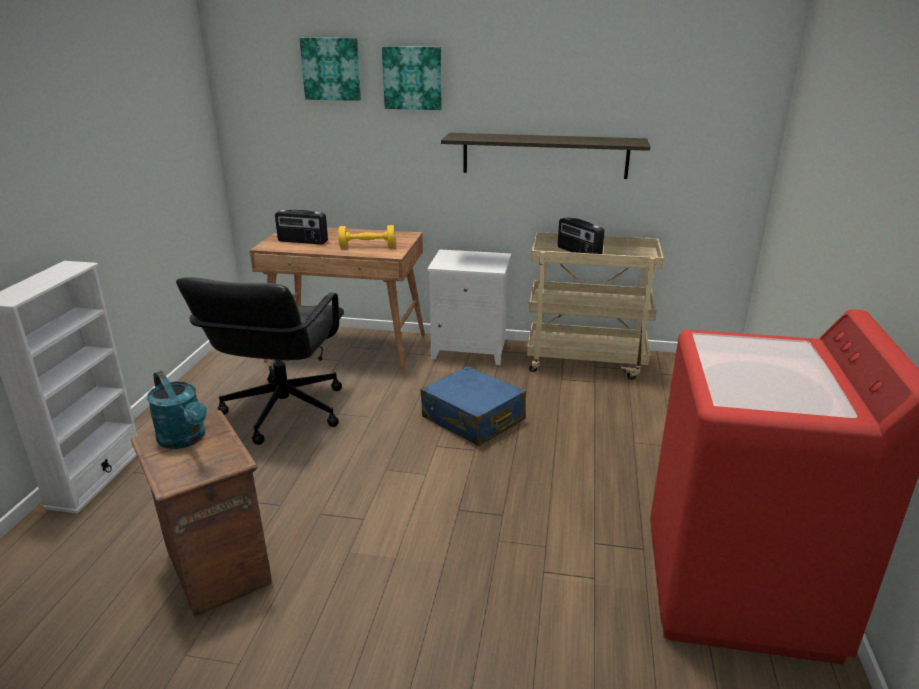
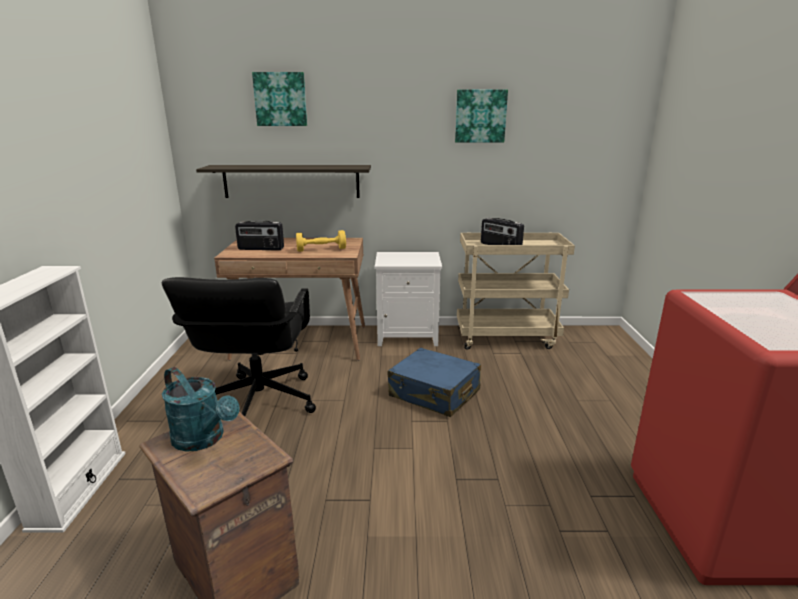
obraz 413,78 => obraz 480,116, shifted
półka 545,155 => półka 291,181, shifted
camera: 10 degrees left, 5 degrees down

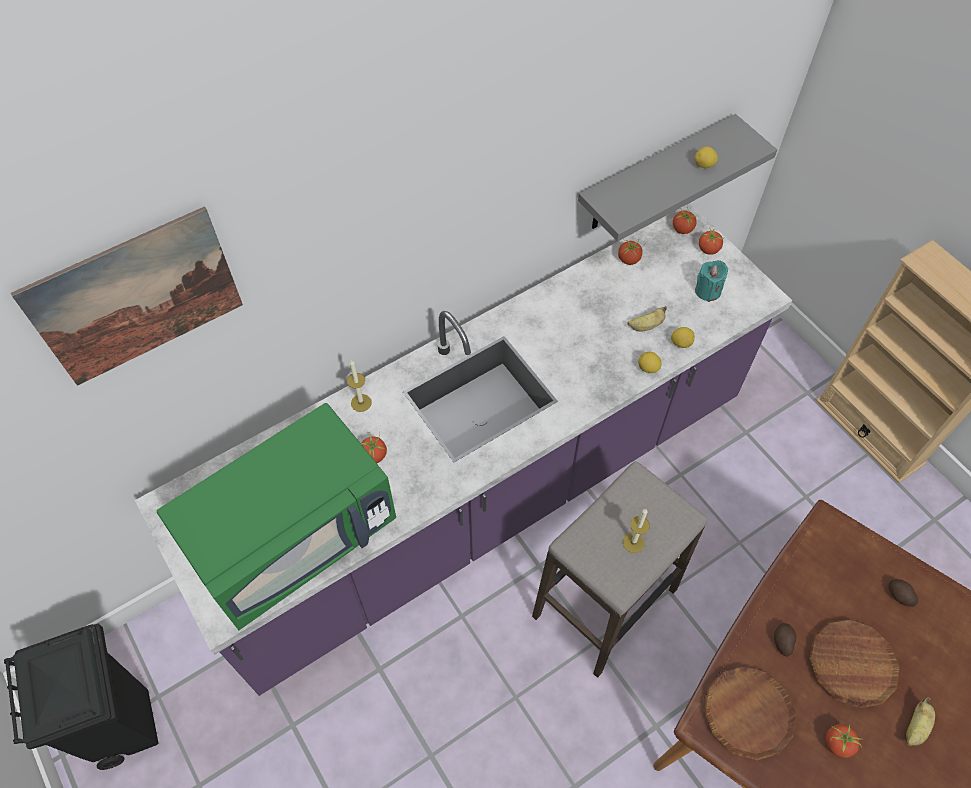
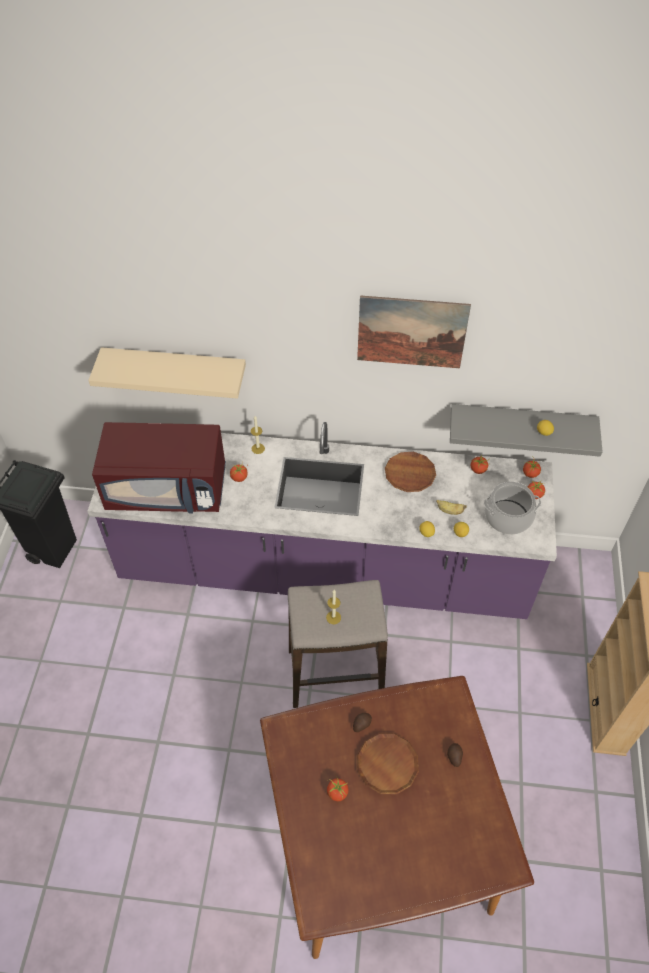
banan 915,727 => nothing
nothing => półka (beżowy) 175,369
obraz 137,298 => obraz 411,332, shifted
talerz (brązowy) 747,713 => talerz (brązowy) 410,474, shifted
świeca (turkusowy) 707,291 => garnek 508,516
mikrofalówka (zielony) 294,536 => mikrofalówka (czerwony) 168,488
camera: 40 degrees right, 5 degrees down

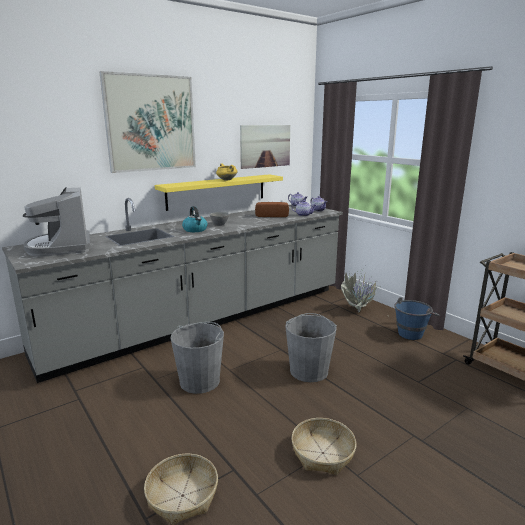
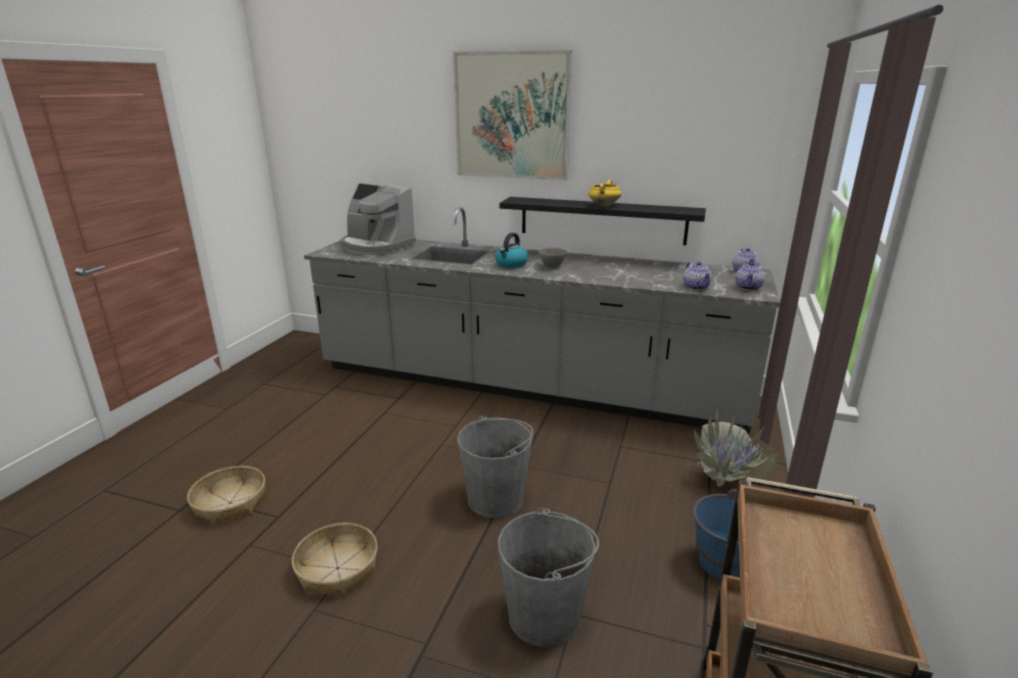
obraz 265,146 => nothing
chleb 272,215 => nothing
wiadro (szary) 200,381 => wiadro (szary) 544,616, shifted
półka (żółty) 217,191 => półka (czarny) 602,220
ekspres do kawy 61,247 => ekspres do kawy 376,246, 90 degrees counterclockwise
camera: 55 degrees right, 5 degrees up

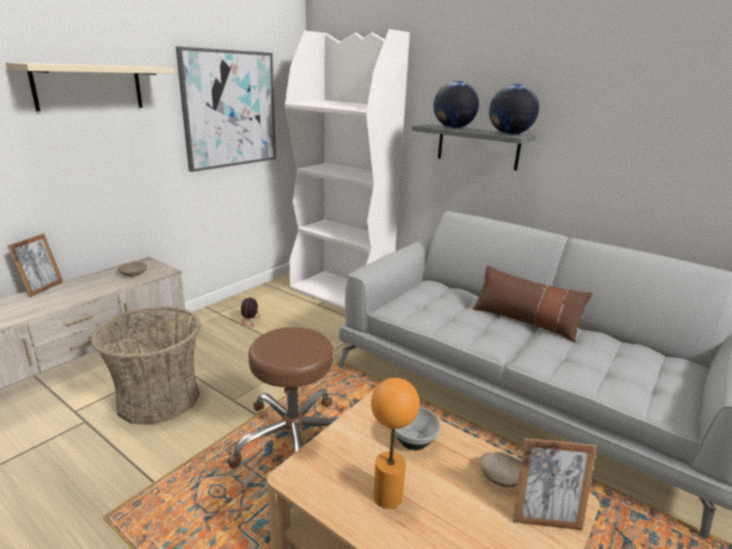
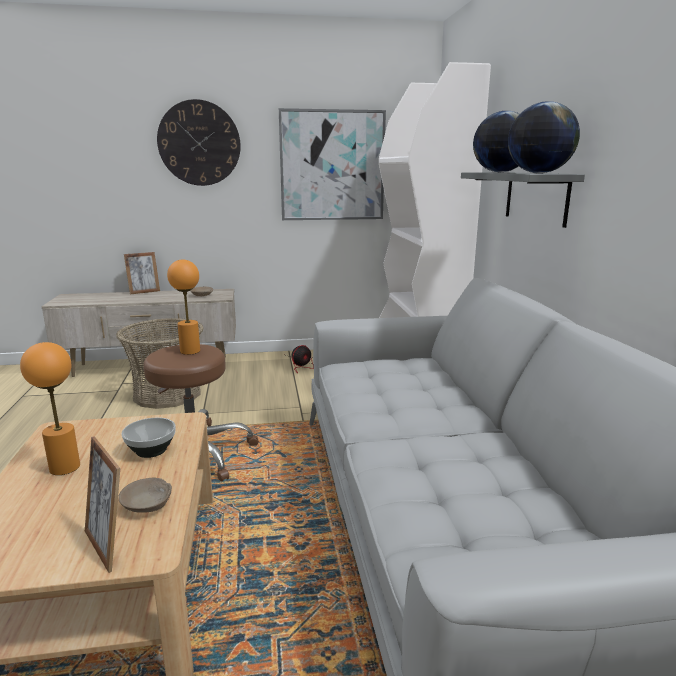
poduszka (brązowy) 525,321 => nothing
nothing => lampa stołowa (pomarańczowy) 190,351
półka (beżowy) 89,87 => zegar ścienny 199,143
camera: 45 degrees right, 5 degrees down

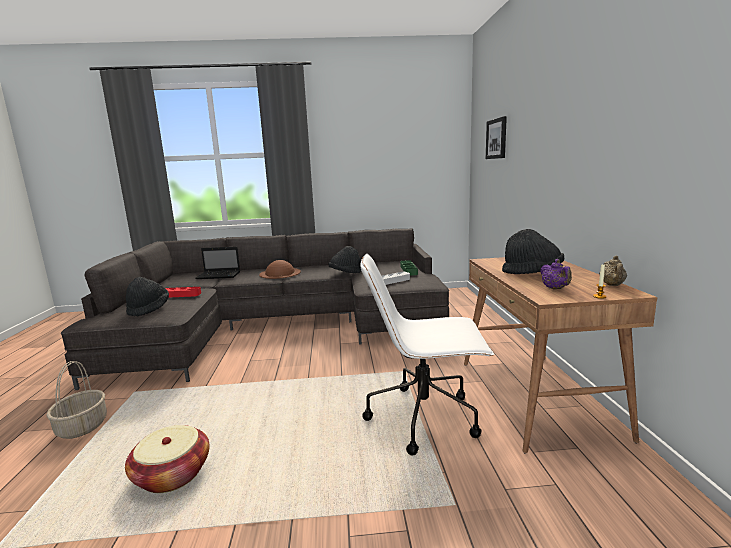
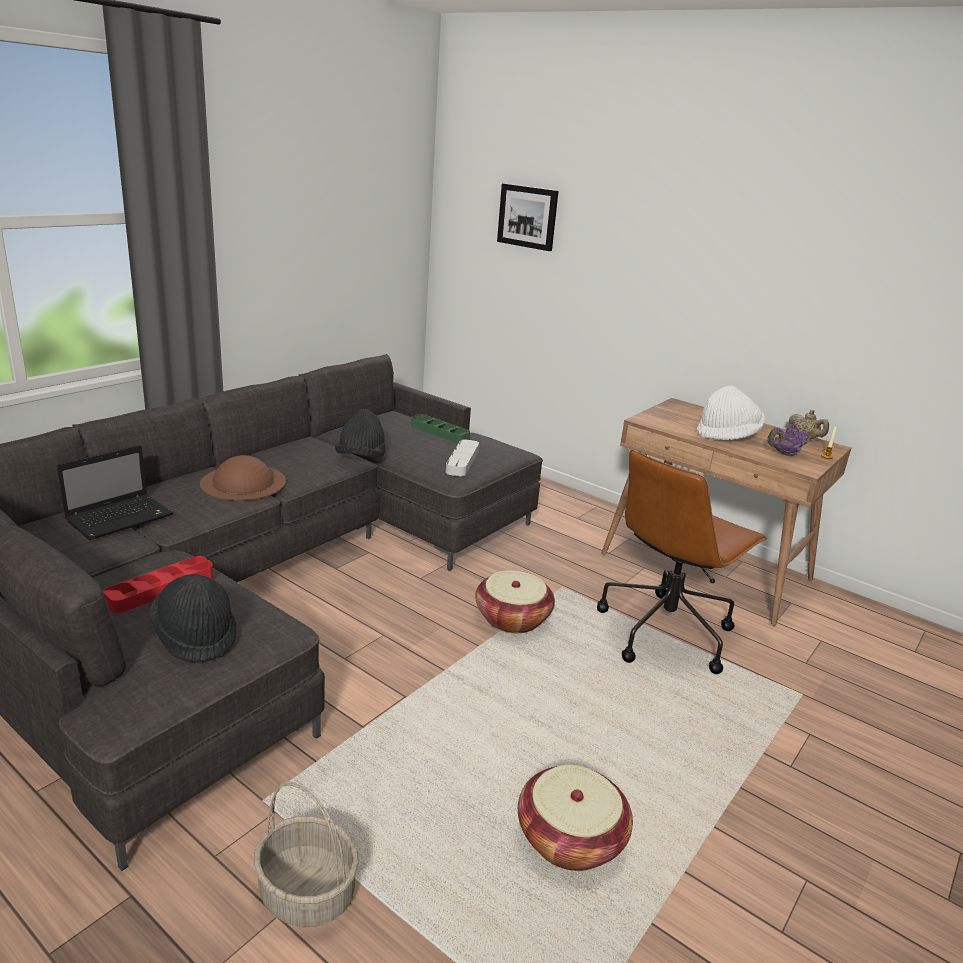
nothing => koszyk 512,618
krzesło biurowe (biały) 425,417 => krzesło biurowe (brązowy) 666,631
kapelusz (czarny) 532,274 => kapelusz (biały) 728,435
imbryk (fioletowy) 555,289 => imbryk (fioletowy) 785,454, 135 degrees clockwise
camera: 50 degrees left, 10 degrees up

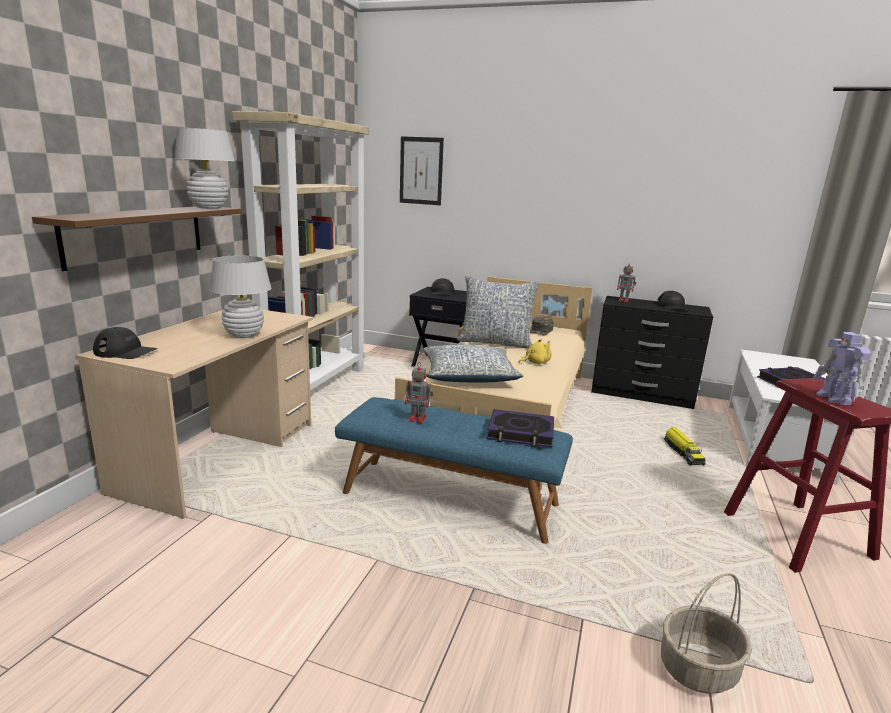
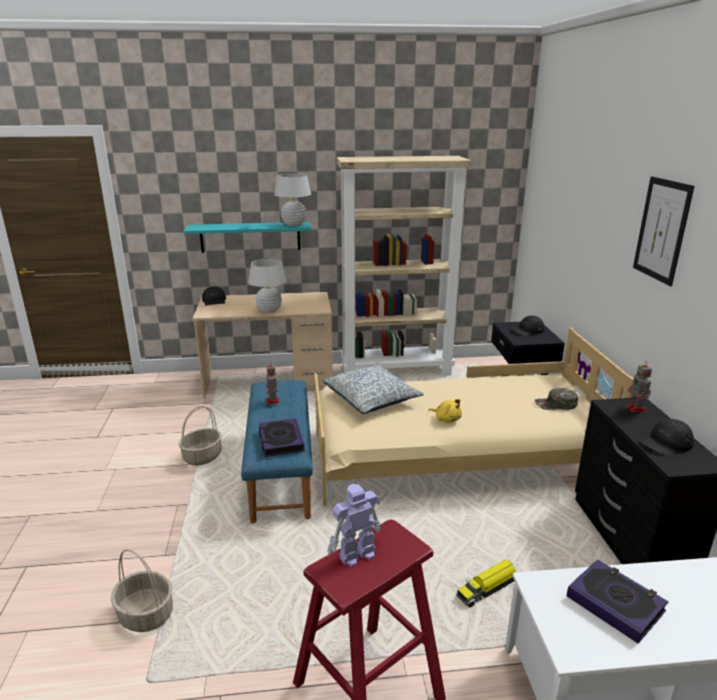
poduszka 495,342 => nothing
nothing => koszyk 202,456
obraz 421,171 => obraz 662,230, shifted
półka (brązowy) 136,234 => półka (turkusowy) 250,237
camera: 65 degrees right, 5 degrees up

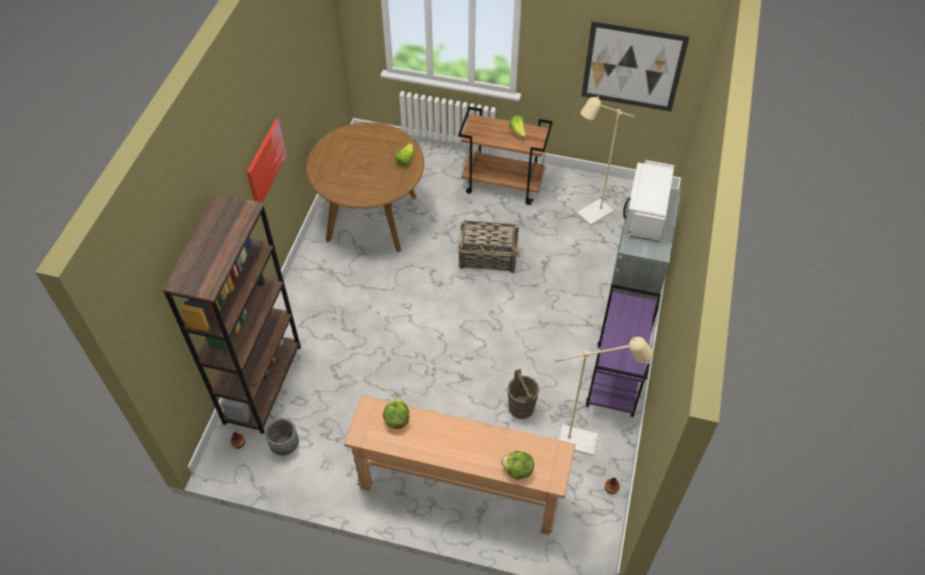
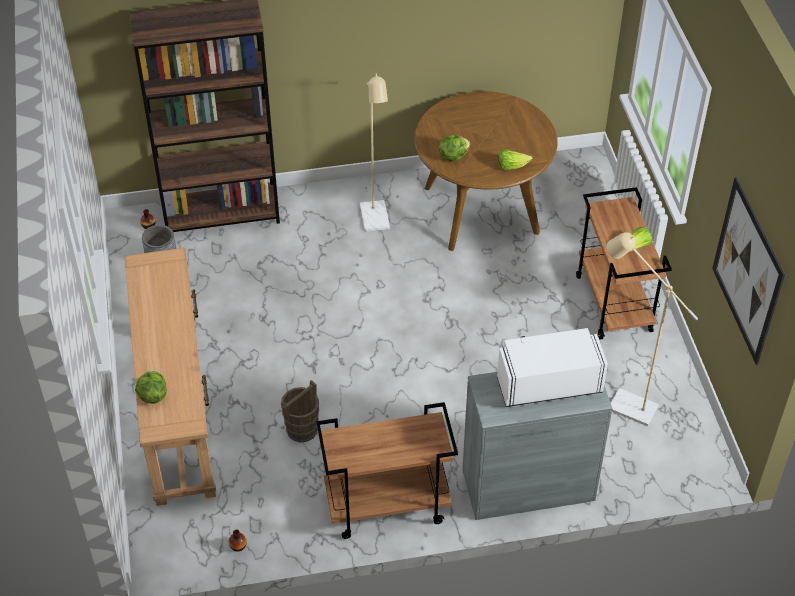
obraz 265,163 => nothing
koszyk 488,258 => nothing
sałata 397,419 => sałata 453,156, shifted
lampa stojąca (beżowy) 585,442 => lampa stojąca (beżowy) 376,222, shifted
wózek (fioletowy) 615,380 => wózek (brązowy) 386,507
camera: 65 degrees right, 5 degrees down

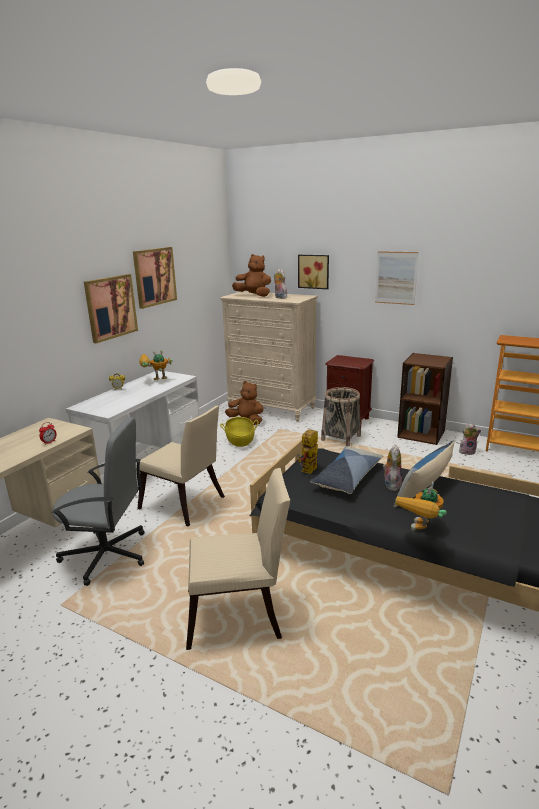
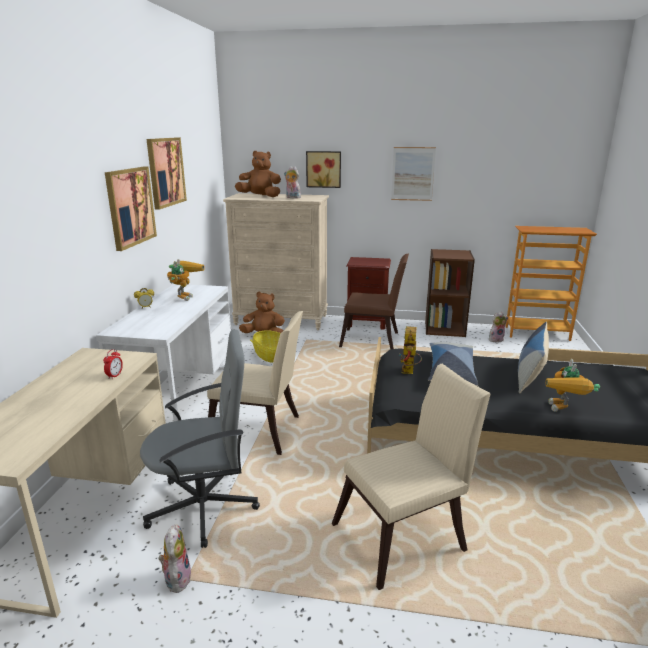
pluszak 391,484 => pluszak 176,578, shifted
koszyk 341,438 => krzesło (brązowy) 374,341
robot zabawkowy 155,382 => robot zabawkowy 184,296, 135 degrees clockwise
camera: 20 degrees left, 0 degrees up

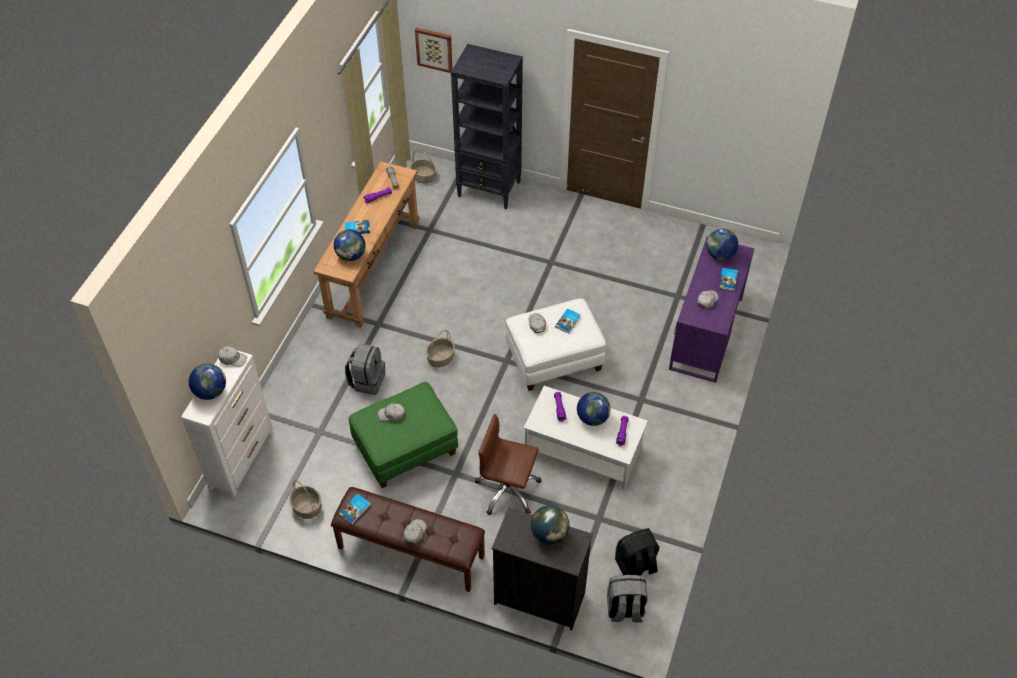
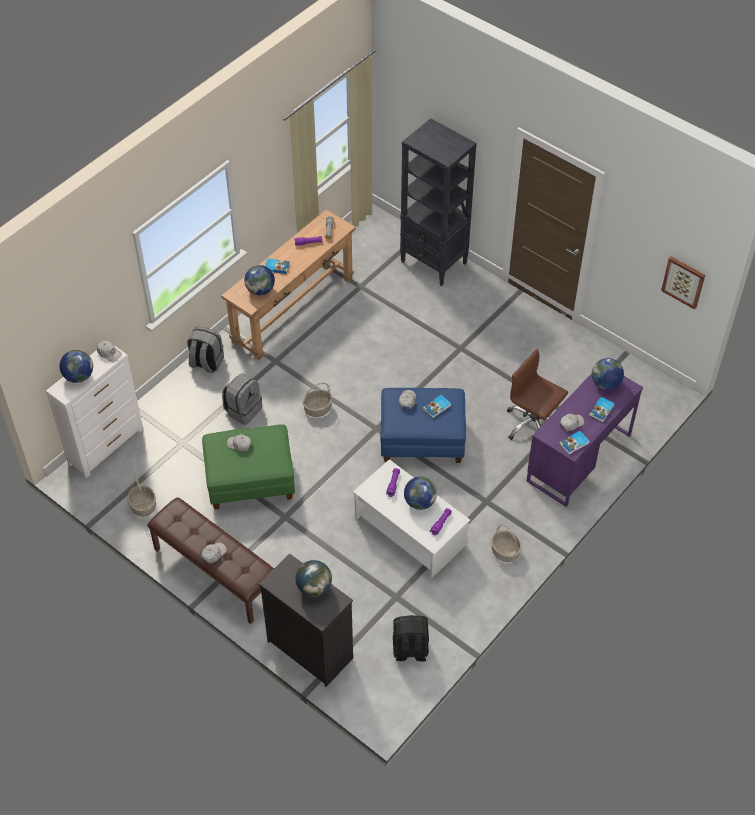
książka 355,510 => książka 574,443, shifted
koszyk 424,177 => koszyk 505,552, shifted
obraz 434,49 => obraz 683,281, shifted
krzesło biurowe (brązowy) 507,490 => krzesło biurowe (brązowy) 533,425, shifted
plecak (szary) 624,609 => plecak (szary) 206,363, shifted
pufa (biały) 554,359 => pufa (niebieski) 422,440
camera: 20 degrees right, 0 degrees up

